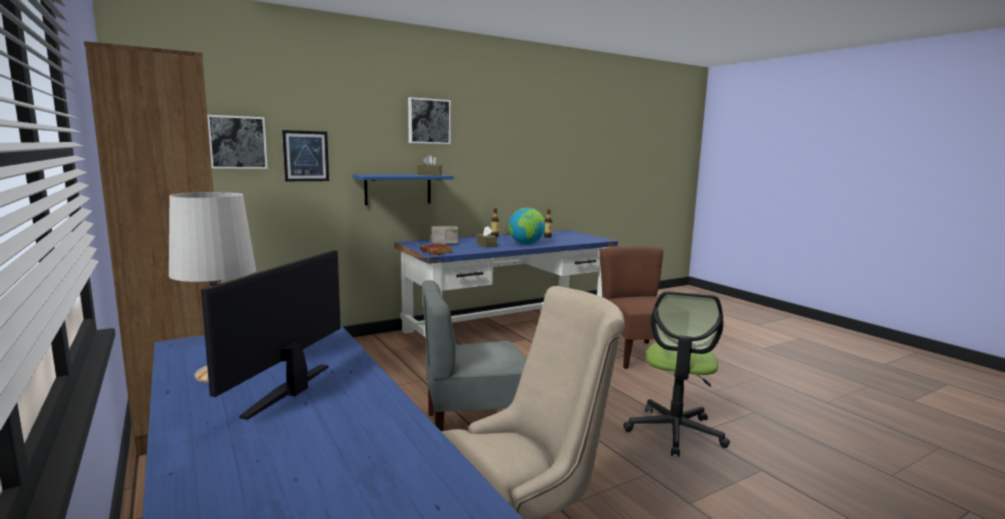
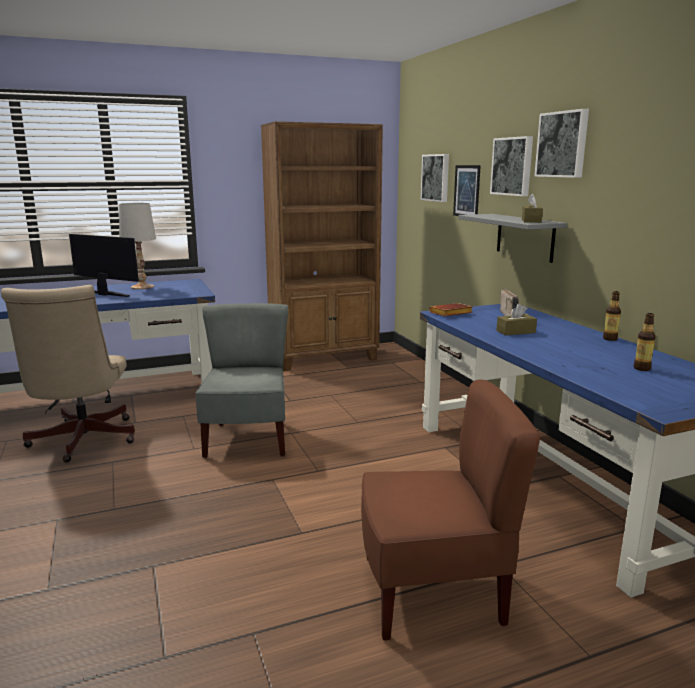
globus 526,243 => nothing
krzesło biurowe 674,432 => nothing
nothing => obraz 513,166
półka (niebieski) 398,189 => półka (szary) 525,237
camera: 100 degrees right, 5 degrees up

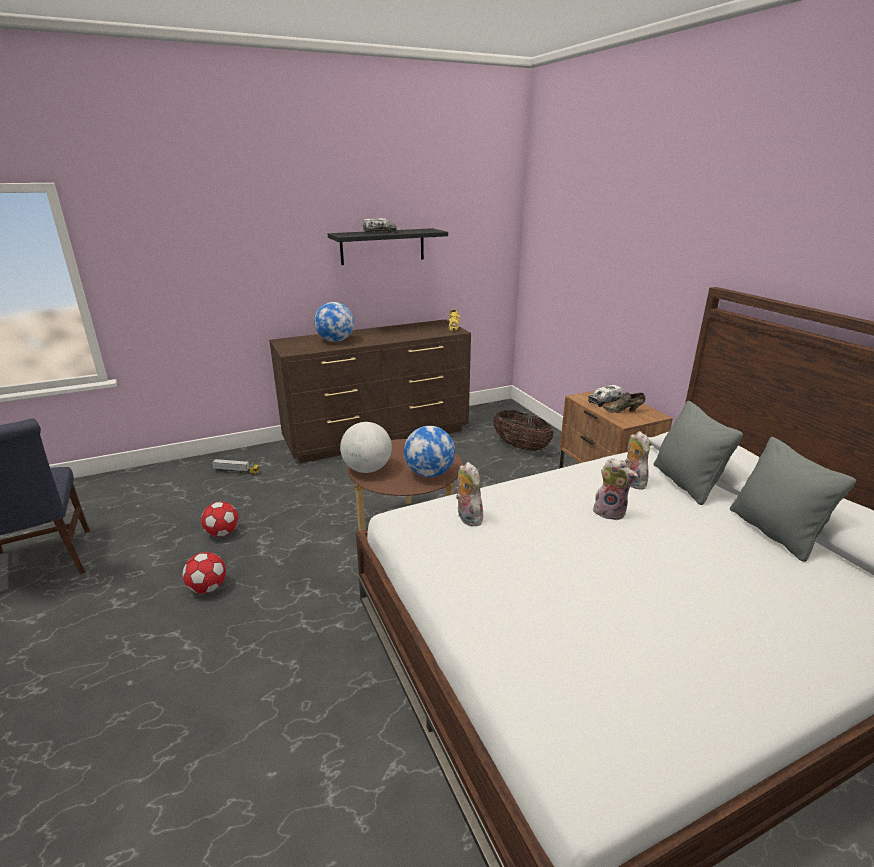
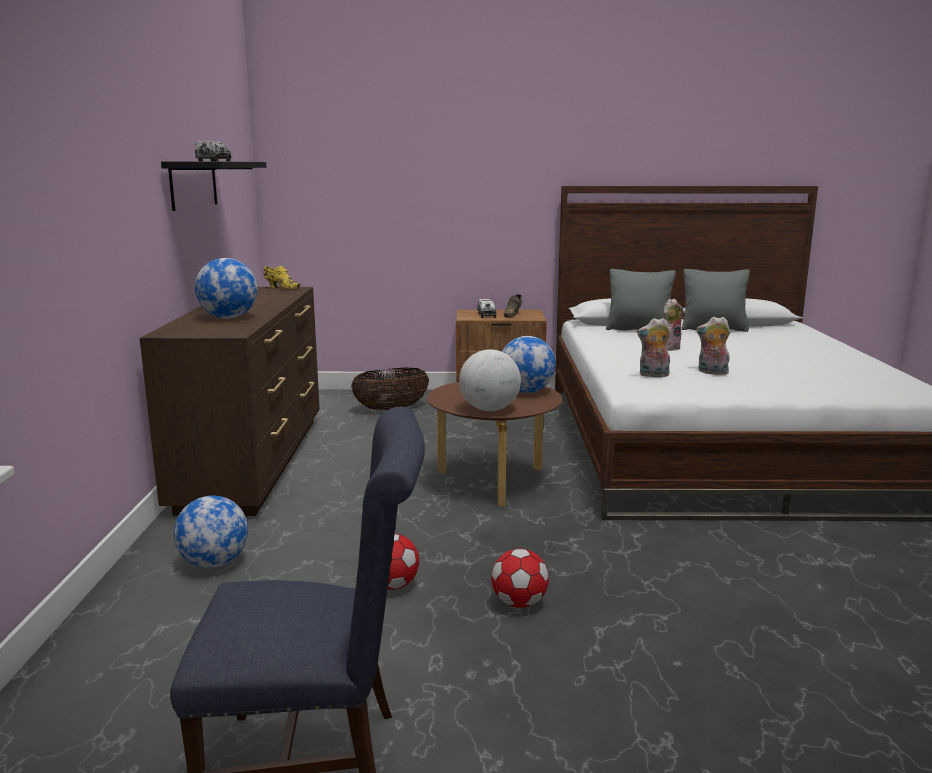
pluszak 632,482 => pluszak 712,373, shifted
ciężarówka zabawkowa 237,472 => globus 214,563
camera: 65 degrees left, 10 degrees down

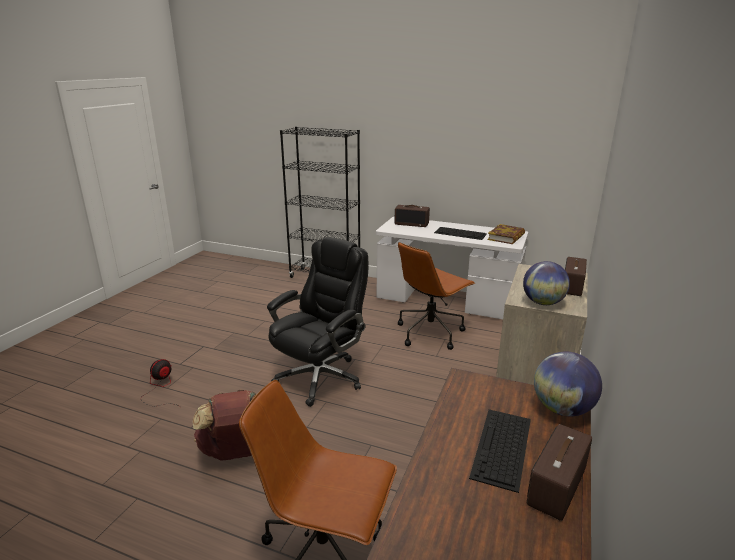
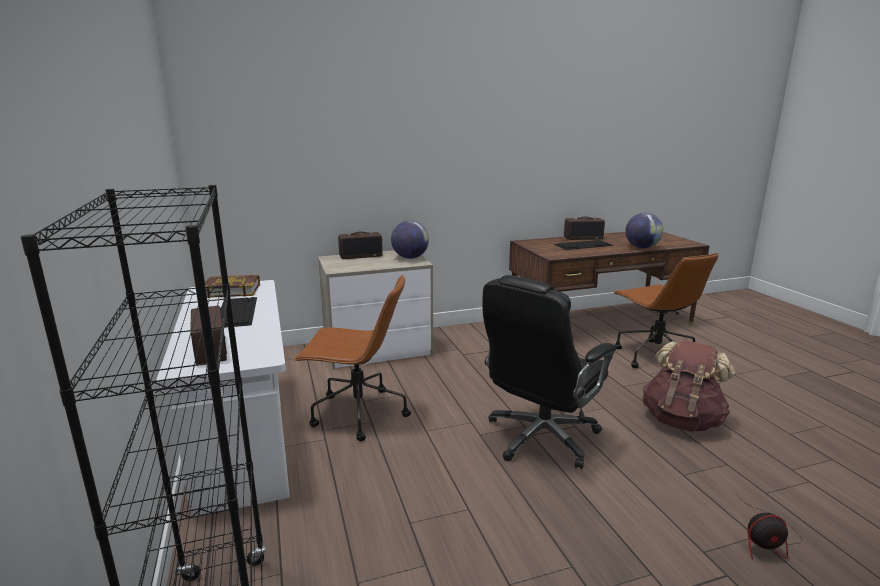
globus 562,409 => globus 642,247, shifted
krzesło biurowe (czarny) 320,377 => krzesło biurowe (czarny) 541,438, 45 degrees counterclockwise
camera: 130 degrees left, 5 degrees down

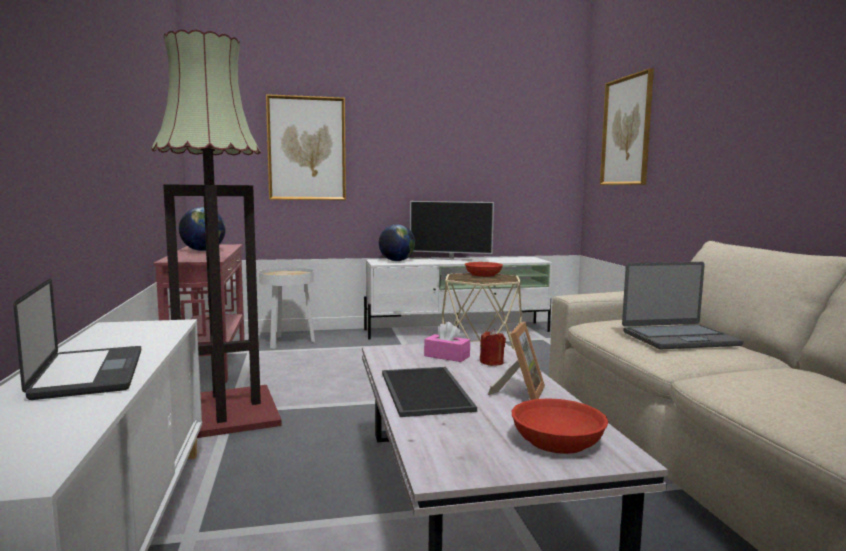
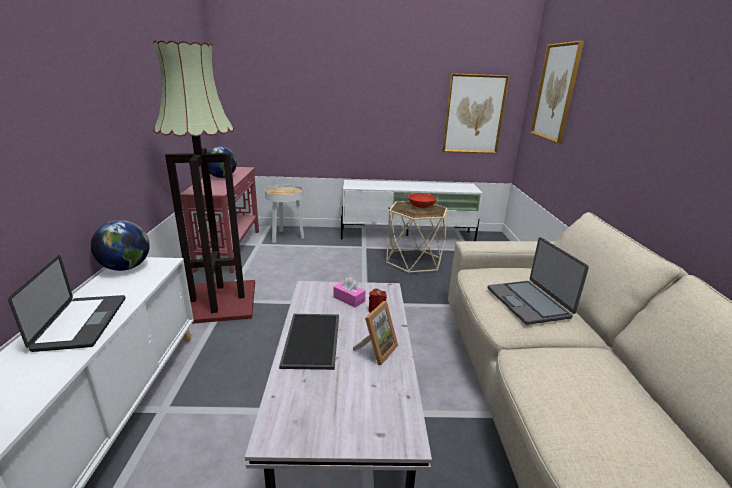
telewizor 451,259 => nothing
miska (czerwony) 557,440 => nothing
obraz 306,148 => obraz 474,114, shifted
globus 396,261 => globus 126,267, shifted
laptop 678,338 => laptop 528,302, 75 degrees clockwise
camera: 10 degrees right, 15 degrees up

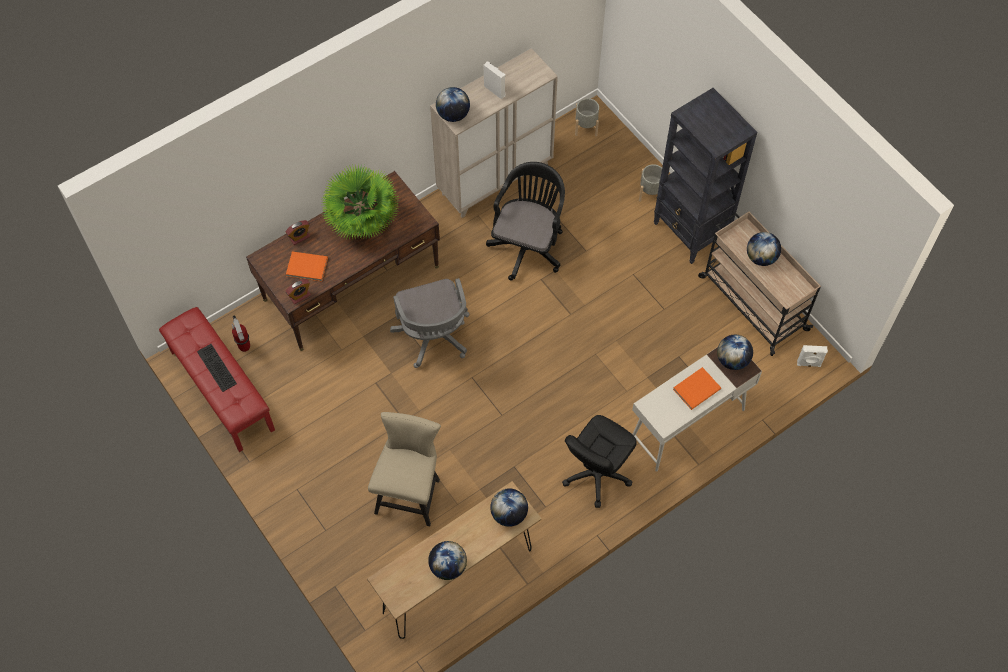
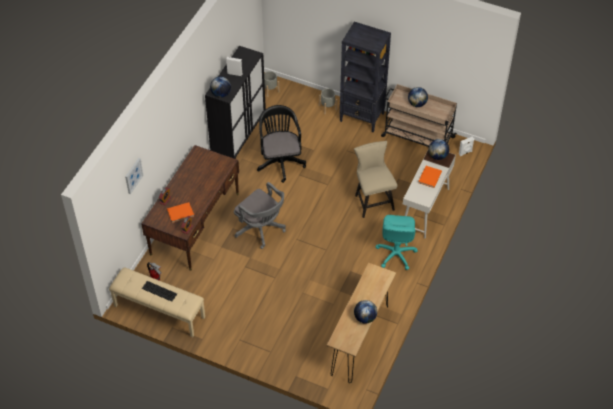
roślina doniczkowa 363,224 => nothing
globus 509,514 => nothing
nothing => obraz 133,175
krzesło (beżowy) 410,492 => krzesło (beżowy) 372,200, shifted
ławka (czerwony) 221,390 => ławka (beżowy) 159,311
szafka (beżowy) 495,179 => szafka (czarny) 239,137
krzesło biurowe (czarny) 596,474 => krzesło biurowe (turkusowy) 395,254
camera: 30 degrees left, 10 degrees down

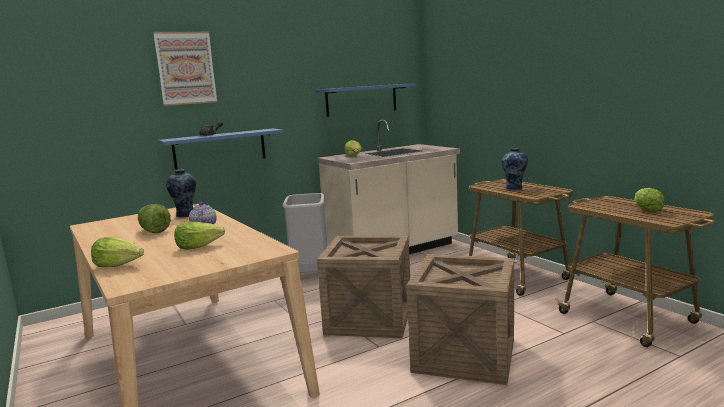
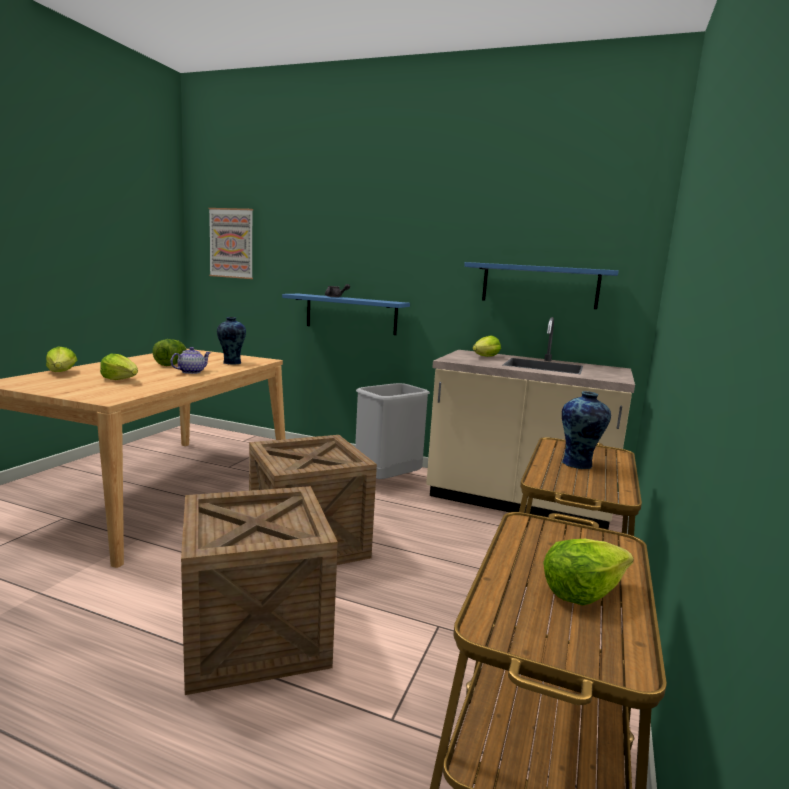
obraz 186,68 => obraz 231,243, shifted
camera: 50 degrees right, 0 degrees up

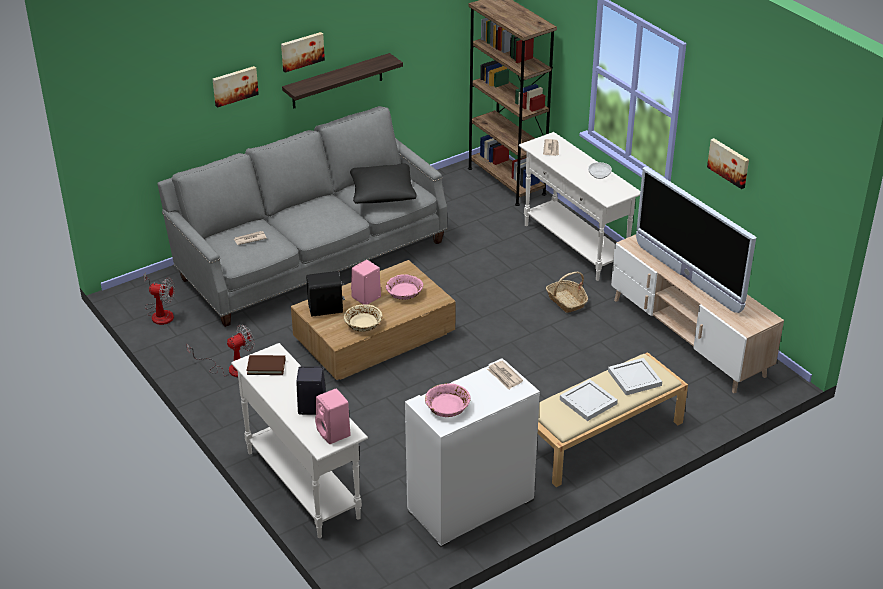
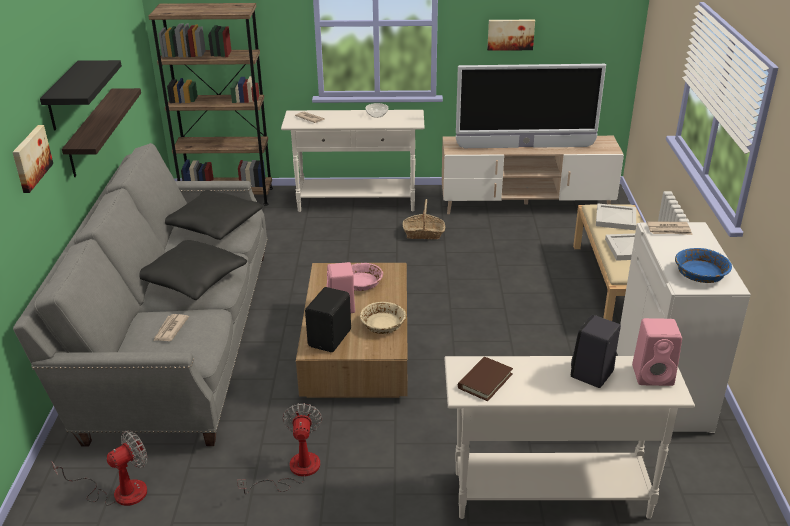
nothing => poduszka (czarny) 193,281
obraz 302,51 => półka (czarny) 63,96
miska (różowy) 447,407 => miska (niebieski) 700,274
camera: 55 degrees left, 5 degrees down

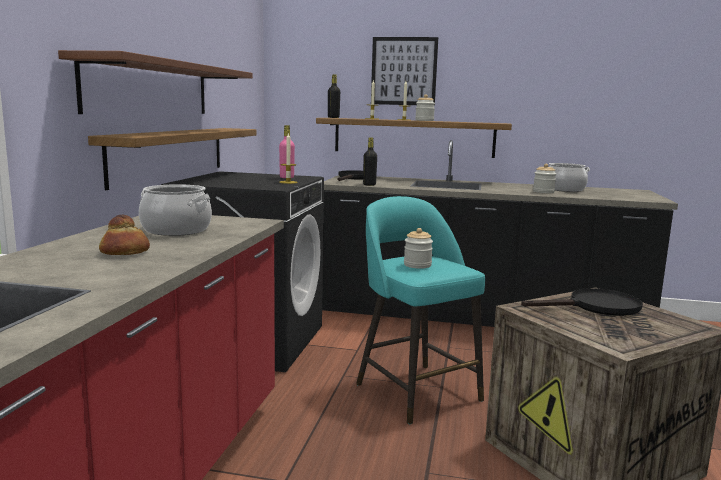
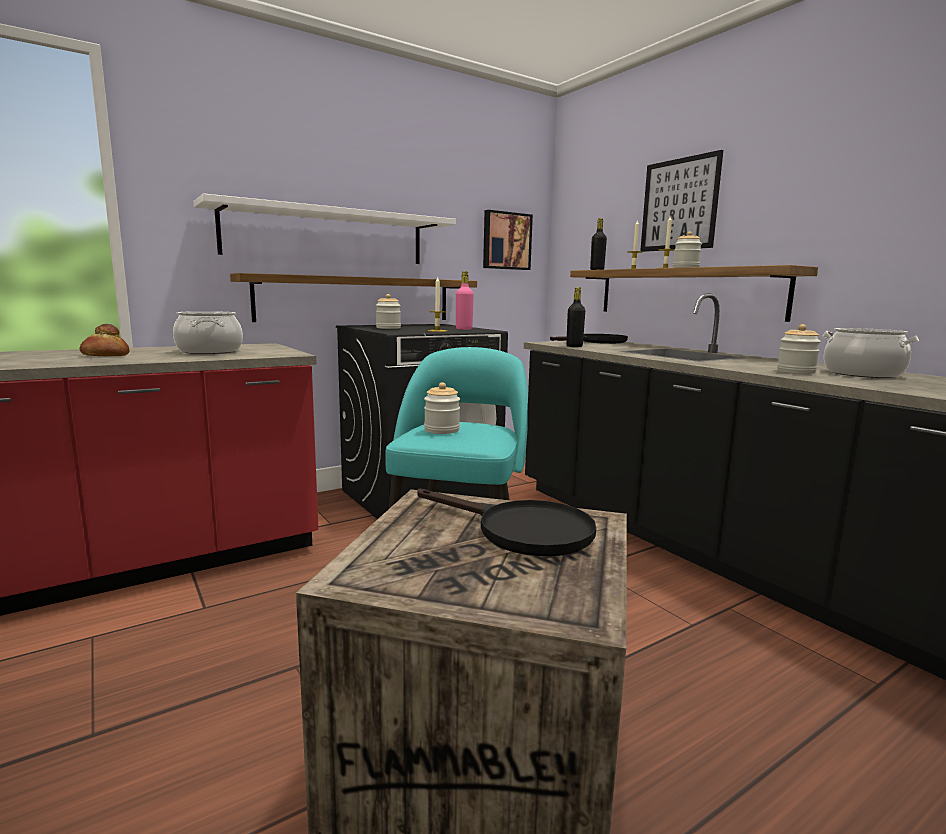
nothing => słoik 388,328
nothing => obraz 506,241
półka (brązowy) 150,88 => półka (biały) 327,236
camera: 45 degrees right, 0 degrees up

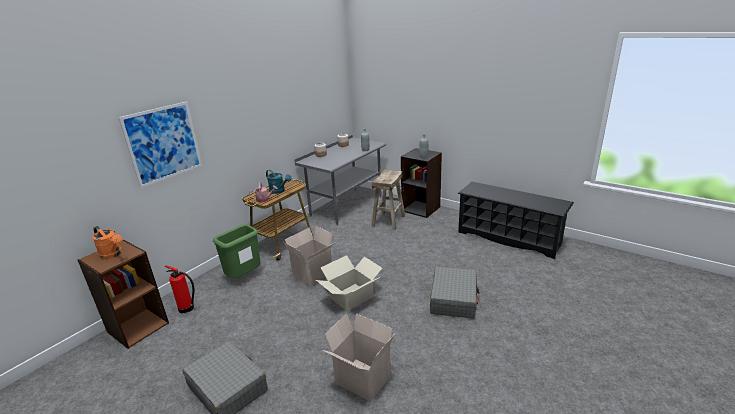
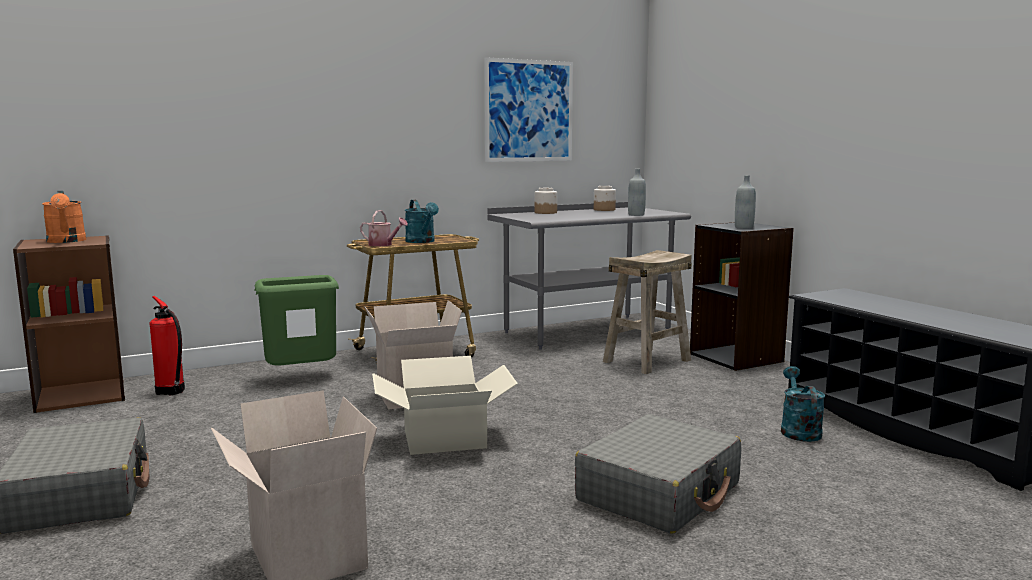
nothing => konewka (turkusowy) 798,430
obraz 163,143 => obraz 529,111, shifted
camera: 25 degrees right, 15 degrees down

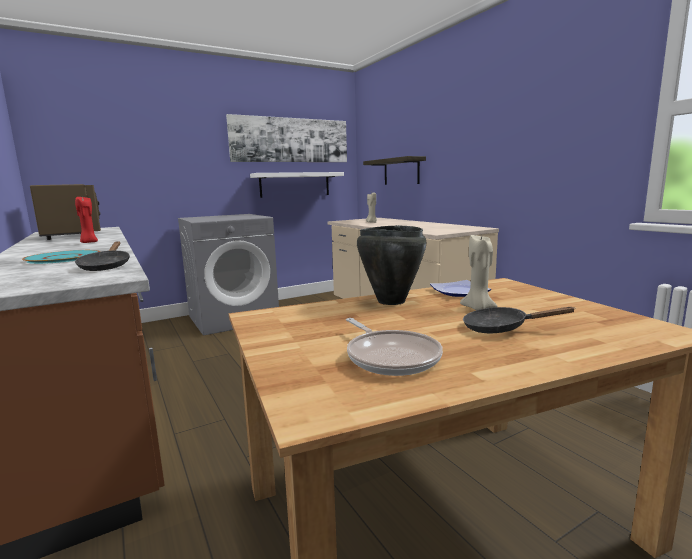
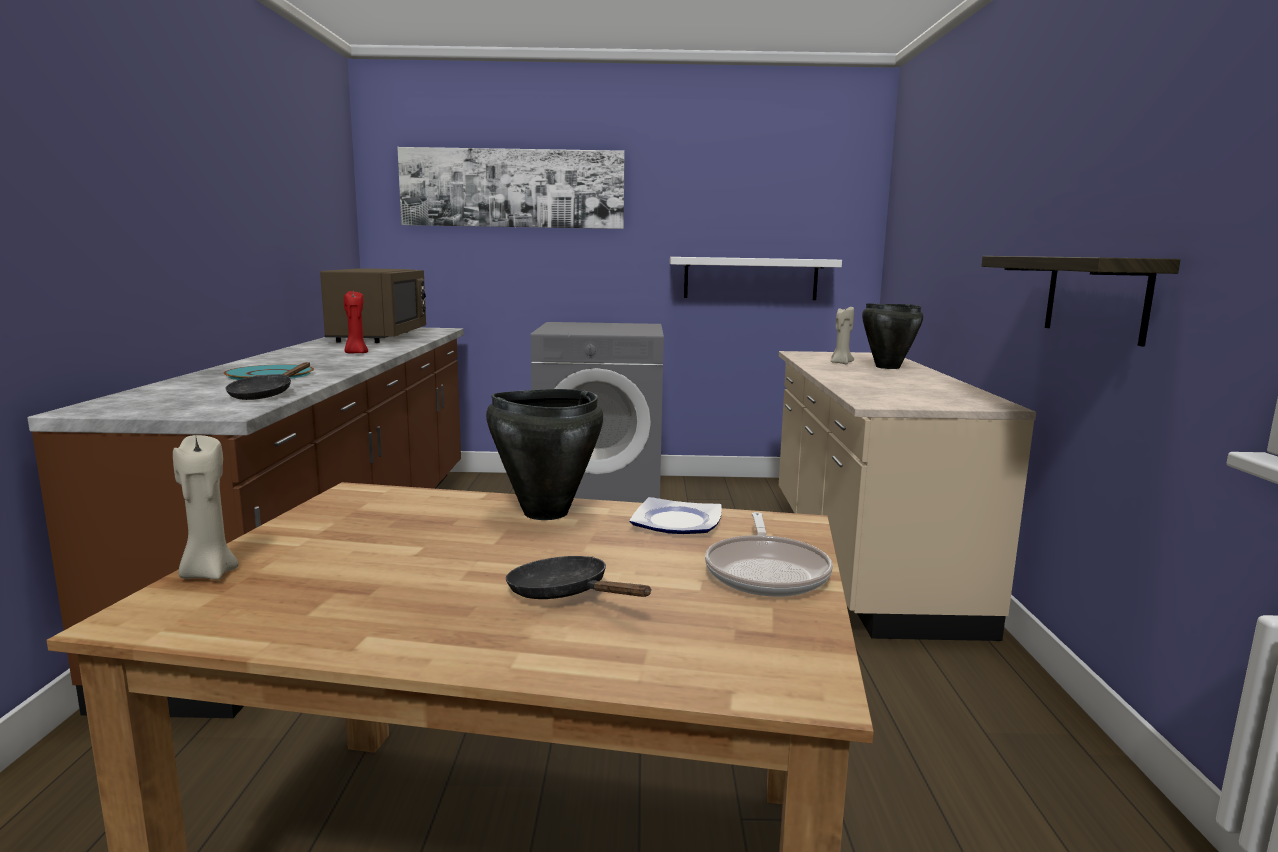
nothing => garnek (czarny) 887,367
obraz 290,140 => obraz 512,188, shifted
patelnia 390,357 => patelnia 767,572, shifted
półka 401,171 => półka 1096,297, shifted
świeca (beżowy) 478,308 => świeca (beżowy) 209,573, shifted
camera: 30 degrees right, 0 degrees up

